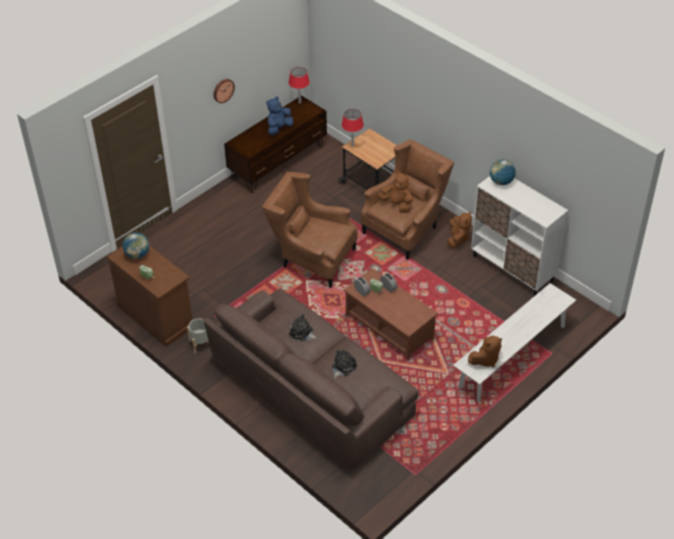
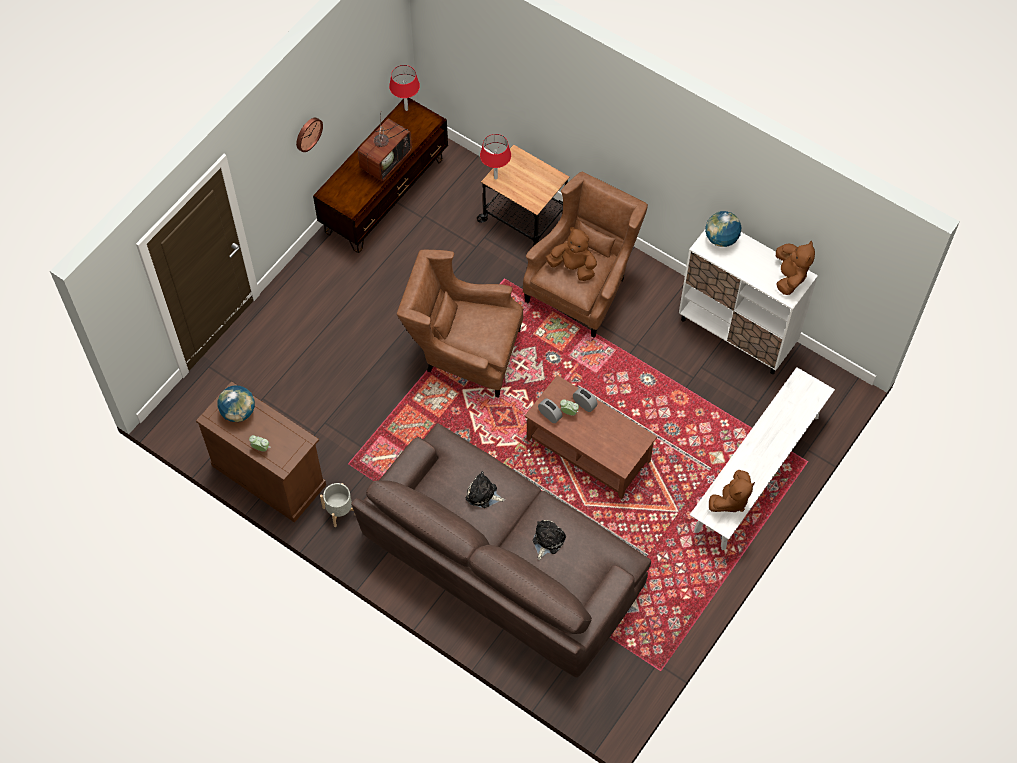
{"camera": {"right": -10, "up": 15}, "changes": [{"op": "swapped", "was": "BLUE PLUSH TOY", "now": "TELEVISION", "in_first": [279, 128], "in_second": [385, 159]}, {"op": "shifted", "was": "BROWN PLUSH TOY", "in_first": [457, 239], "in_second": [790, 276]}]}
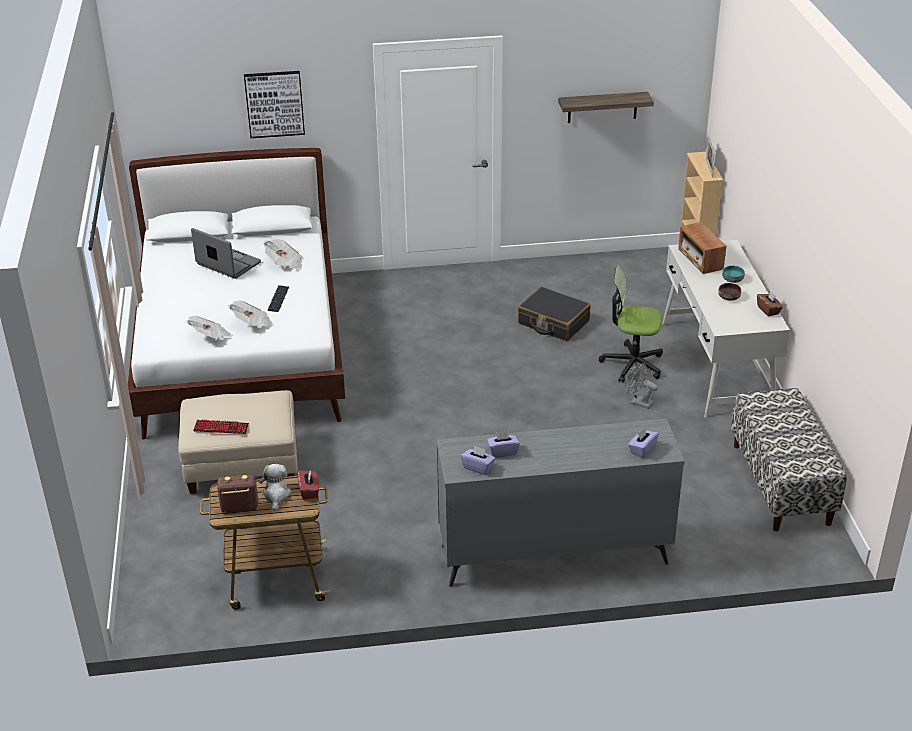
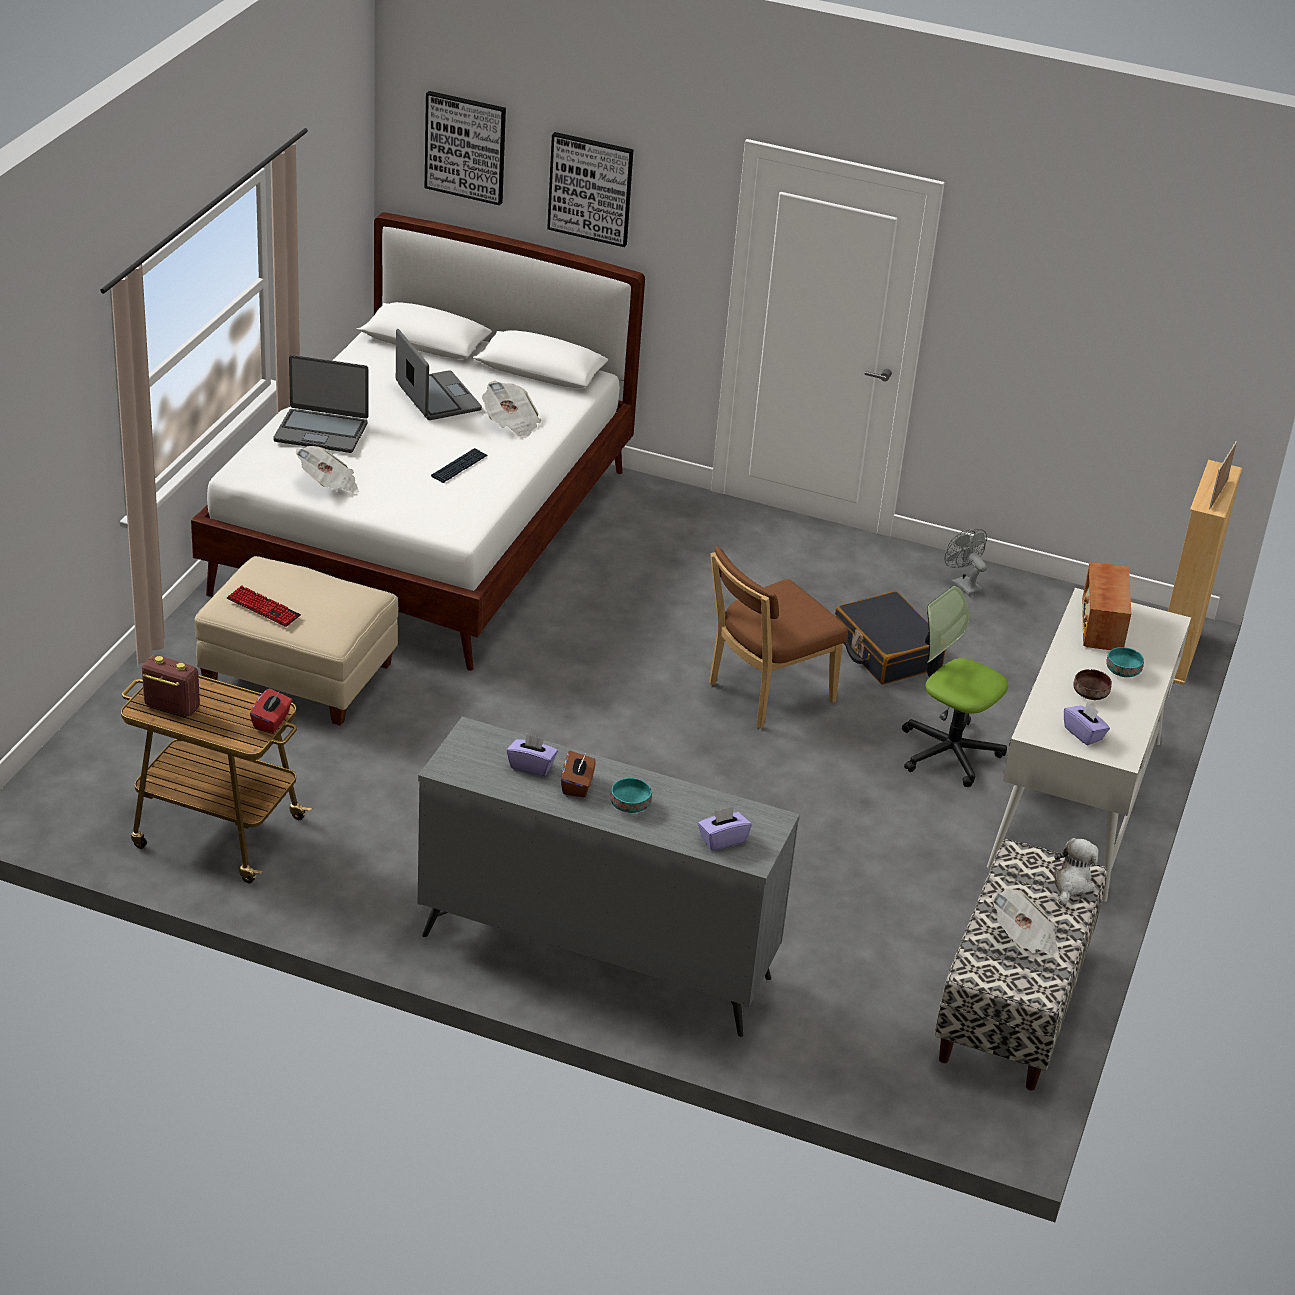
{"camera": {"right": 25, "up": 0}, "changes": [{"op": "shifted", "was": "NEWSPAPER", "in_first": [252, 324], "in_second": [1024, 939]}, {"op": "shifted", "was": "PLUSH TOY", "in_first": [276, 495], "in_second": [1071, 884]}, {"op": "shifted", "was": "PURPLE TISSUE BOX", "in_first": [478, 467], "in_second": [1083, 734]}, {"op": "gone", "was": "SHELF", "in_first": [602, 107]}, {"op": "shifted", "was": "GREY FAN", "in_first": [638, 402], "in_second": [963, 584]}, {"op": "shifted", "was": "BROWN TISSUE BOX", "in_first": [768, 310], "in_second": [577, 785]}, {"op": "new", "now": "LAPTOP", "in_second": [321, 431]}, {"op": "new", "now": "PICTURE", "in_second": [466, 147]}, {"op": "new", "now": "TURQUOISE BOWL", "in_second": [629, 804]}, {"op": "new", "now": "BROWN CHAIR", "in_second": [765, 694]}]}
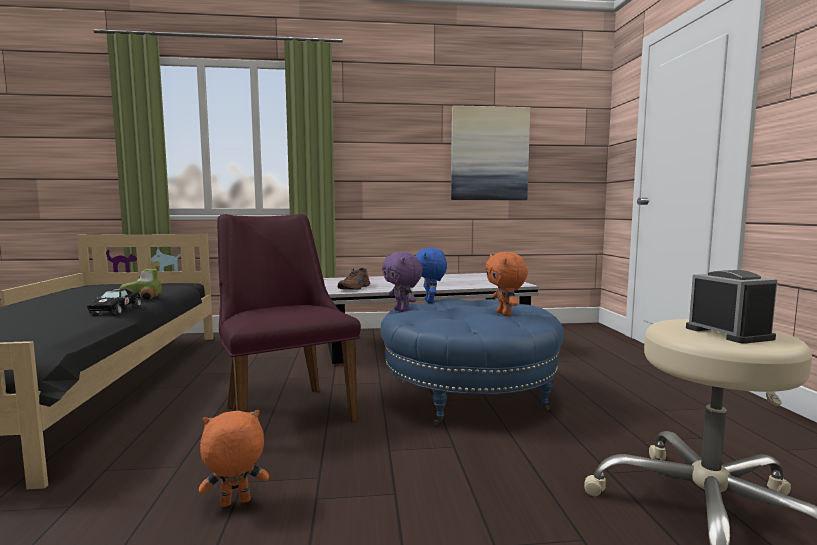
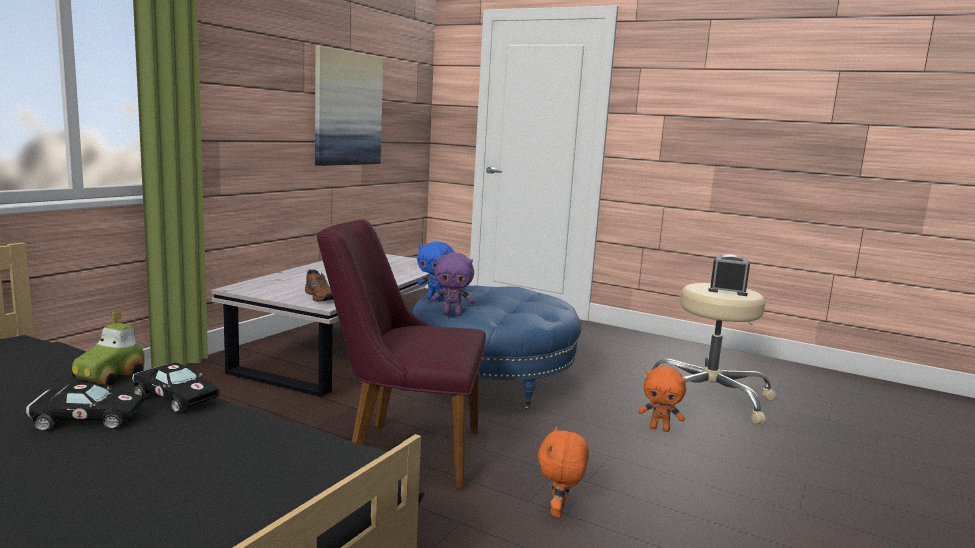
{"camera": {"right": -55, "up": 5}, "changes": [{"op": "shifted", "was": "ORANGE PLUSH TOY", "in_first": [505, 314], "in_second": [660, 429]}, {"op": "new", "now": "BLACK TOY CAR", "in_second": [84, 420]}]}
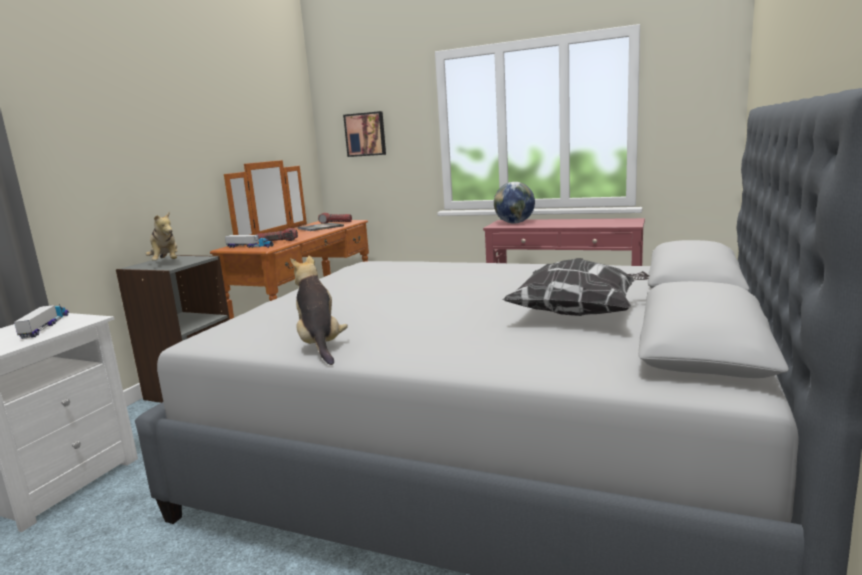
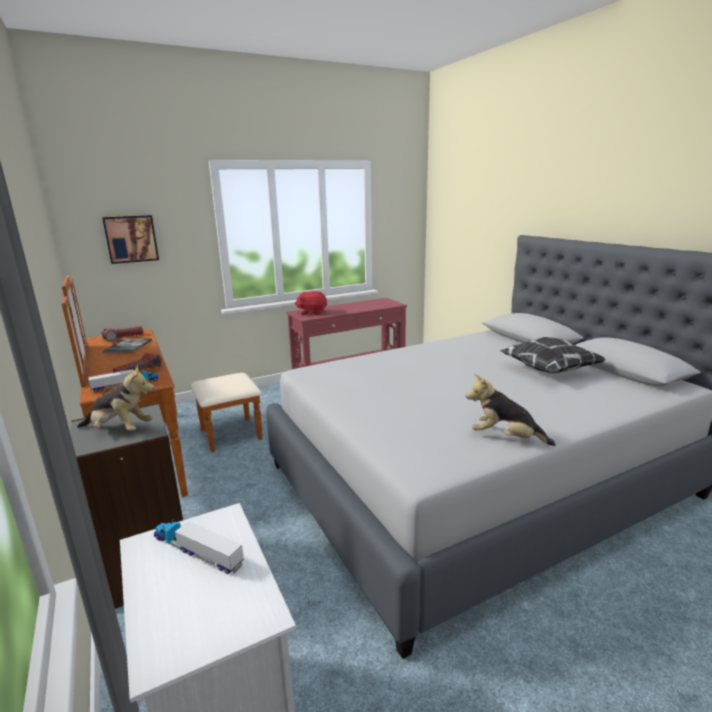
{"camera": {"right": -50, "up": 5}, "changes": [{"op": "swapped", "was": "GLOBE", "now": "RED PLUSH TOY", "in_first": [514, 223], "in_second": [312, 313]}]}
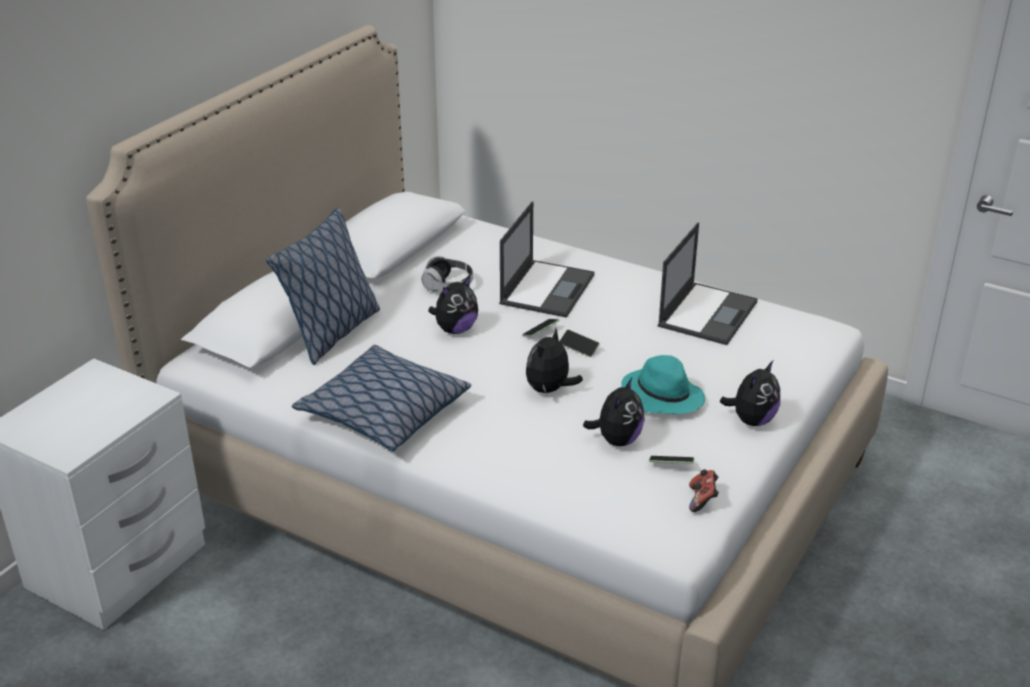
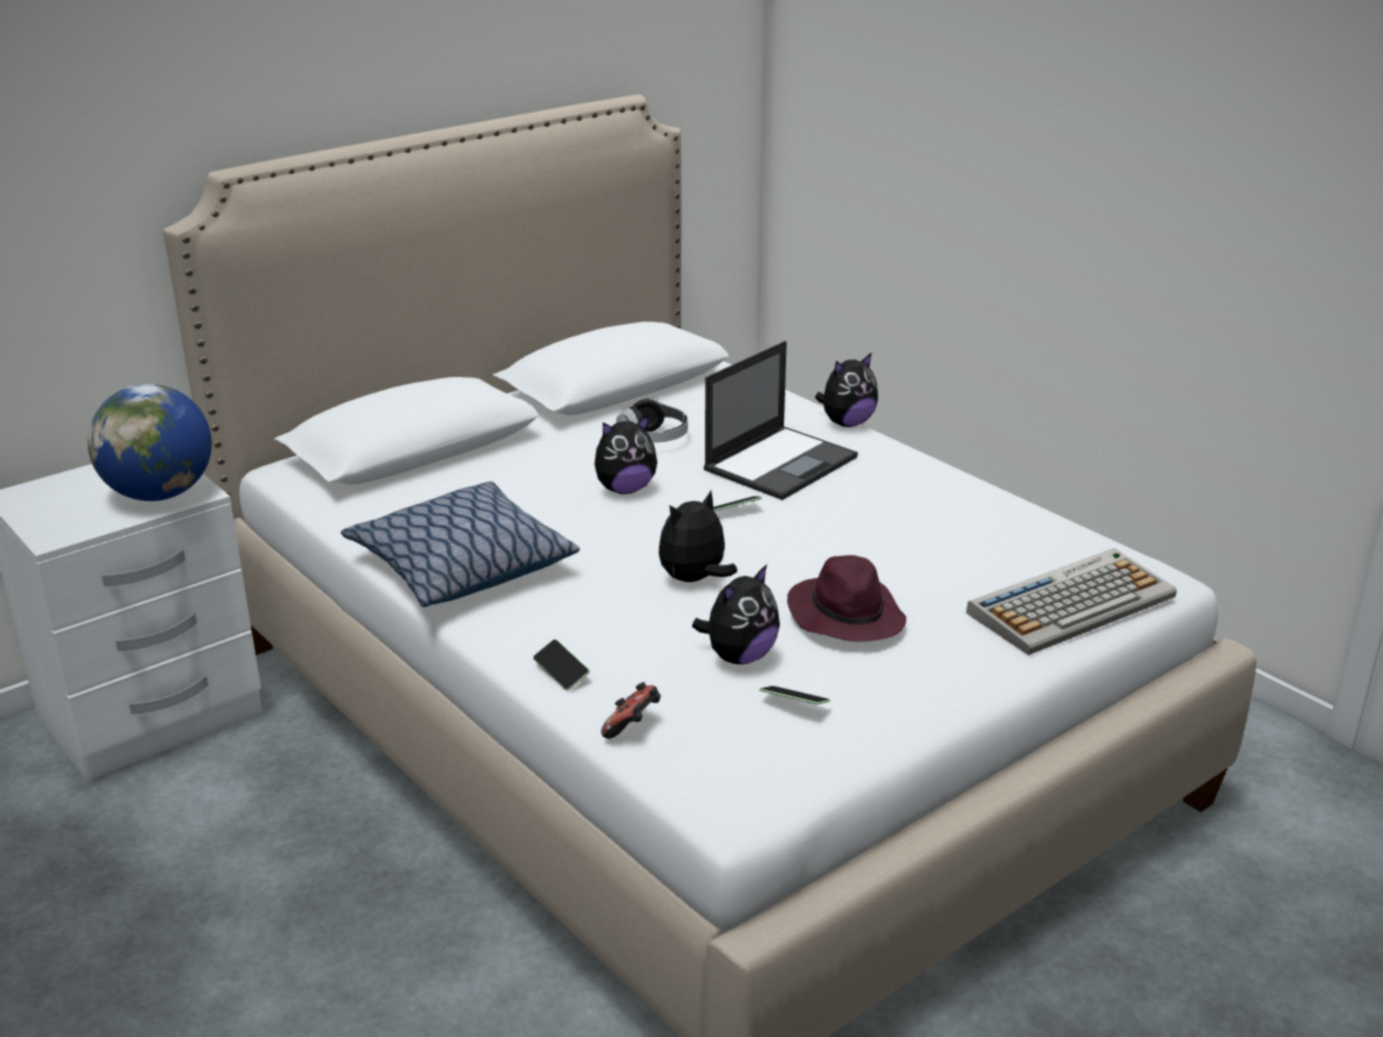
{"camera": {"right": 20, "up": -5}, "changes": [{"op": "gone", "was": "PILLOW", "in_first": [332, 333]}, {"op": "shifted", "was": "PHONE", "in_first": [579, 348], "in_second": [561, 672]}, {"op": "repainted", "was": "TURQUOISE HAT", "now": "PURPLE HAT", "in_first": [661, 395], "in_second": [845, 616]}, {"op": "gone", "was": "LAPTOP", "in_first": [707, 313]}, {"op": "shifted", "was": "GAME CONTROLLER", "in_first": [702, 500], "in_second": [633, 727]}, {"op": "shifted", "was": "PLUSH TOY", "in_first": [752, 420], "in_second": [846, 423]}, {"op": "new", "now": "GLOBE", "in_second": [160, 494]}, {"op": "new", "now": "KEYBOARD", "in_second": [1072, 603]}]}
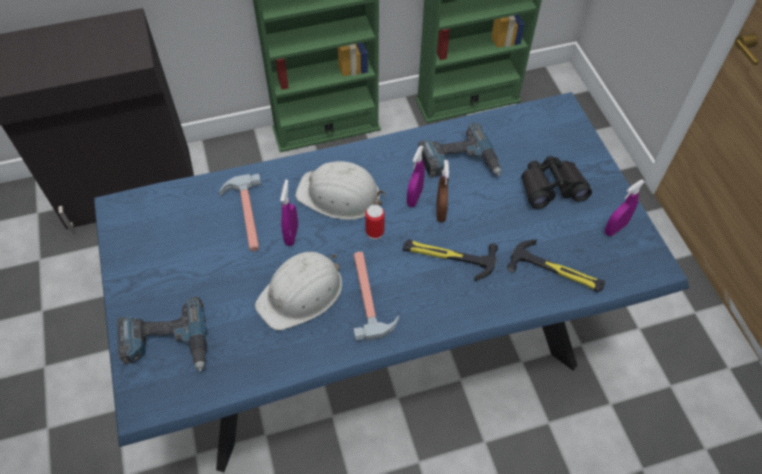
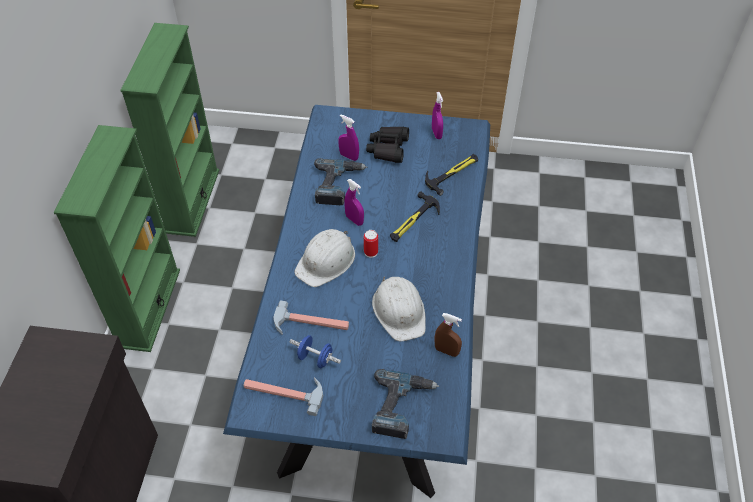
{"camera": {"right": -65, "up": -5}, "changes": [{"op": "shifted", "was": "PURPLE SPRAY BOTTLE", "in_first": [291, 235], "in_second": [349, 156]}, {"op": "shifted", "was": "HAMMER", "in_first": [370, 296], "in_second": [284, 391]}, {"op": "shifted", "was": "BROWN SPRAY BOTTLE", "in_first": [440, 212], "in_second": [446, 351]}, {"op": "new", "now": "BLUE DUMBBELL", "in_second": [315, 358]}]}
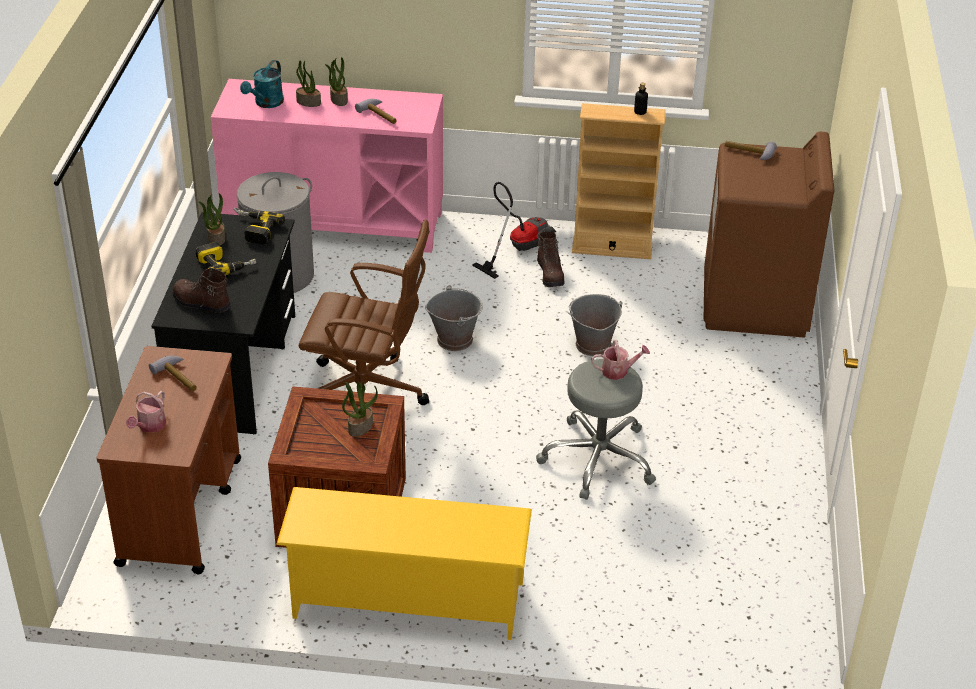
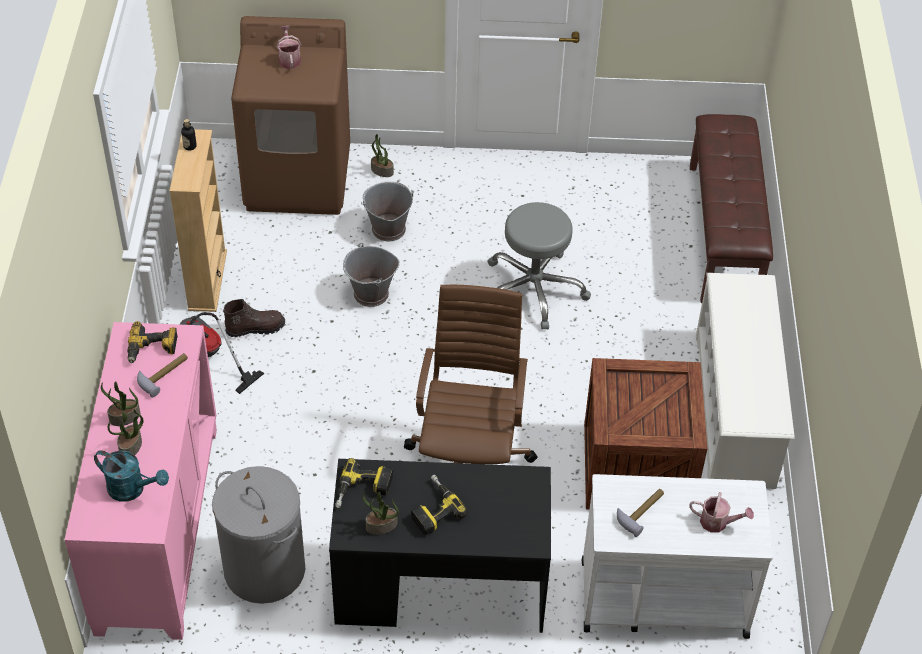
{"camera": {"right": -95, "up": 10}, "changes": [{"op": "repainted", "was": "BROWN CART", "now": "WHITE CART", "in_first": [181, 510], "in_second": [662, 598]}, {"op": "gone", "was": "BROWN BOOT", "in_first": [201, 303]}, {"op": "repainted", "was": "YELLOW SHOE RACK", "now": "WHITE SHOE RACK", "in_first": [406, 600], "in_second": [735, 411]}, {"op": "shifted", "was": "POTTED PLANT", "in_first": [360, 426], "in_second": [381, 171]}, {"op": "shifted", "was": "GREY BUCKET", "in_first": [455, 339], "in_second": [388, 229]}, {"op": "shifted", "was": "WATERING CAN", "in_first": [618, 371], "in_second": [289, 59]}, {"op": "gone", "was": "HAMMER", "in_first": [749, 153]}, {"op": "new", "now": "POWER DRILL", "in_second": [152, 349]}, {"op": "new", "now": "BROWN BENCH", "in_second": [724, 233]}]}
